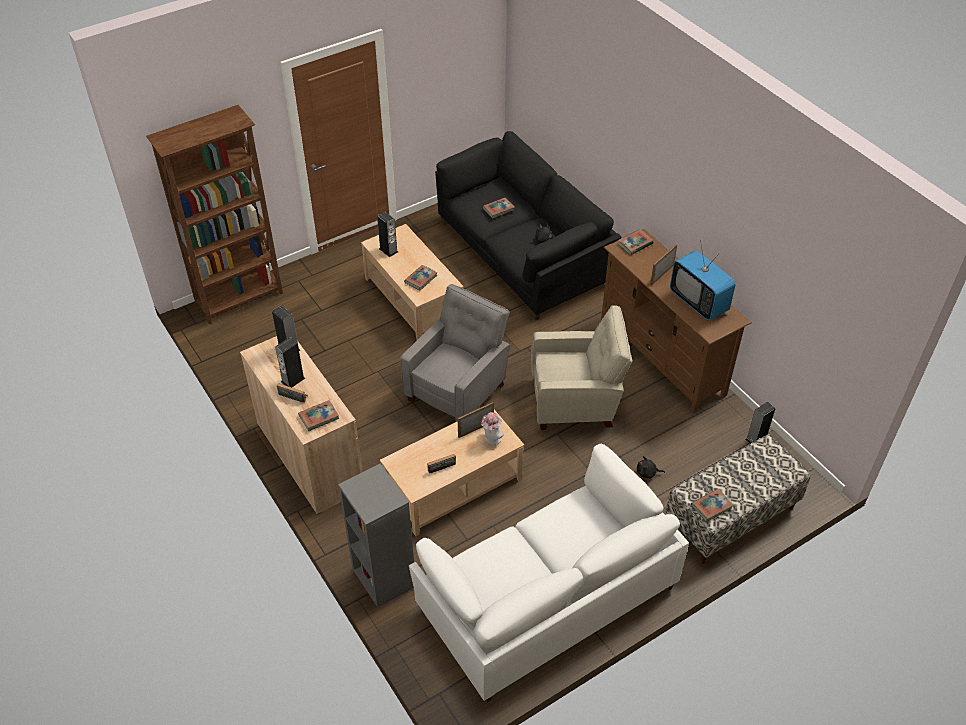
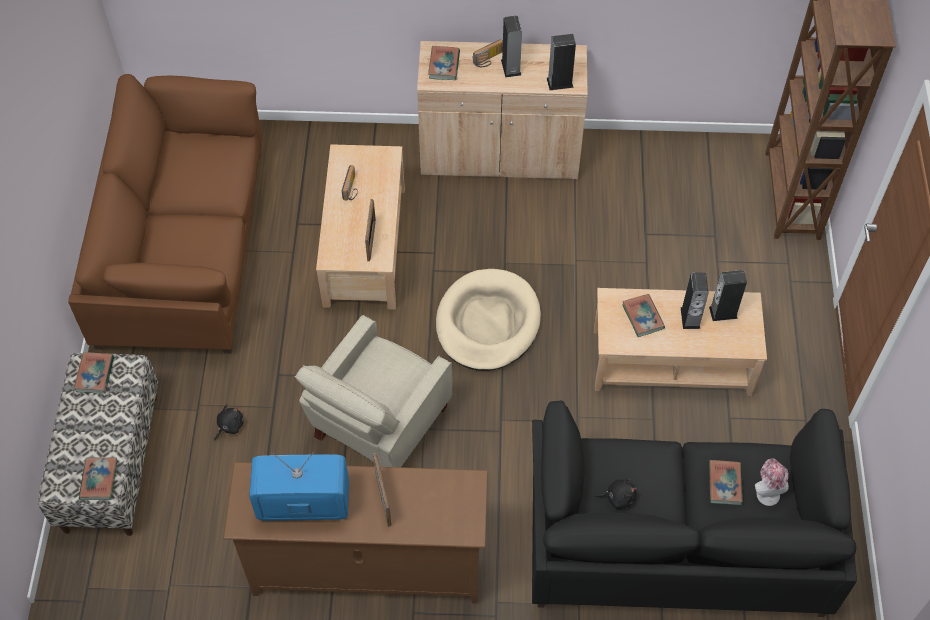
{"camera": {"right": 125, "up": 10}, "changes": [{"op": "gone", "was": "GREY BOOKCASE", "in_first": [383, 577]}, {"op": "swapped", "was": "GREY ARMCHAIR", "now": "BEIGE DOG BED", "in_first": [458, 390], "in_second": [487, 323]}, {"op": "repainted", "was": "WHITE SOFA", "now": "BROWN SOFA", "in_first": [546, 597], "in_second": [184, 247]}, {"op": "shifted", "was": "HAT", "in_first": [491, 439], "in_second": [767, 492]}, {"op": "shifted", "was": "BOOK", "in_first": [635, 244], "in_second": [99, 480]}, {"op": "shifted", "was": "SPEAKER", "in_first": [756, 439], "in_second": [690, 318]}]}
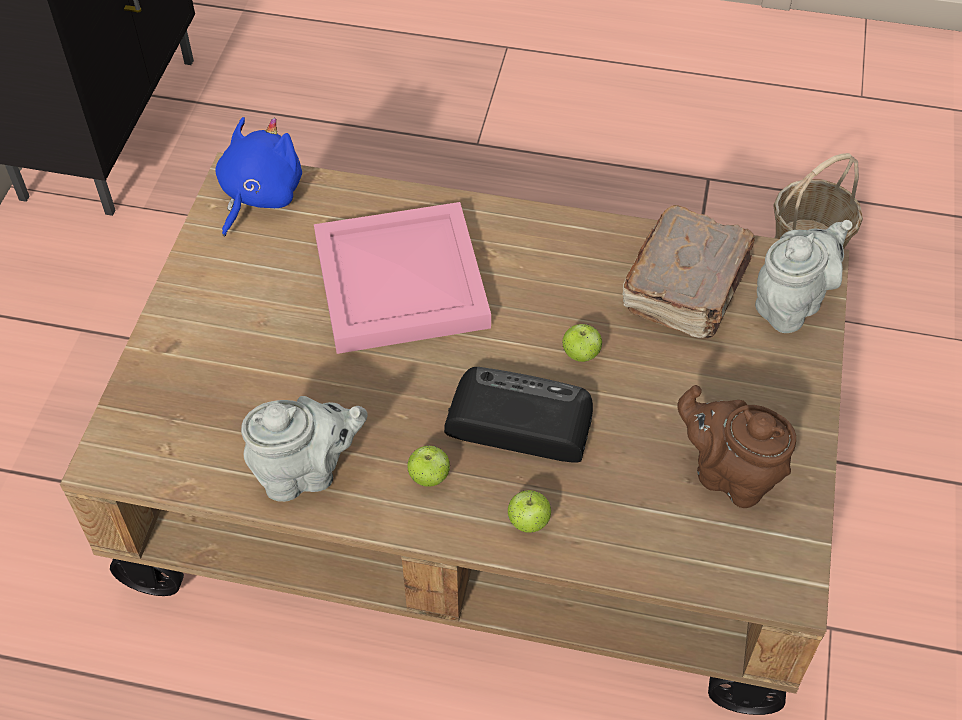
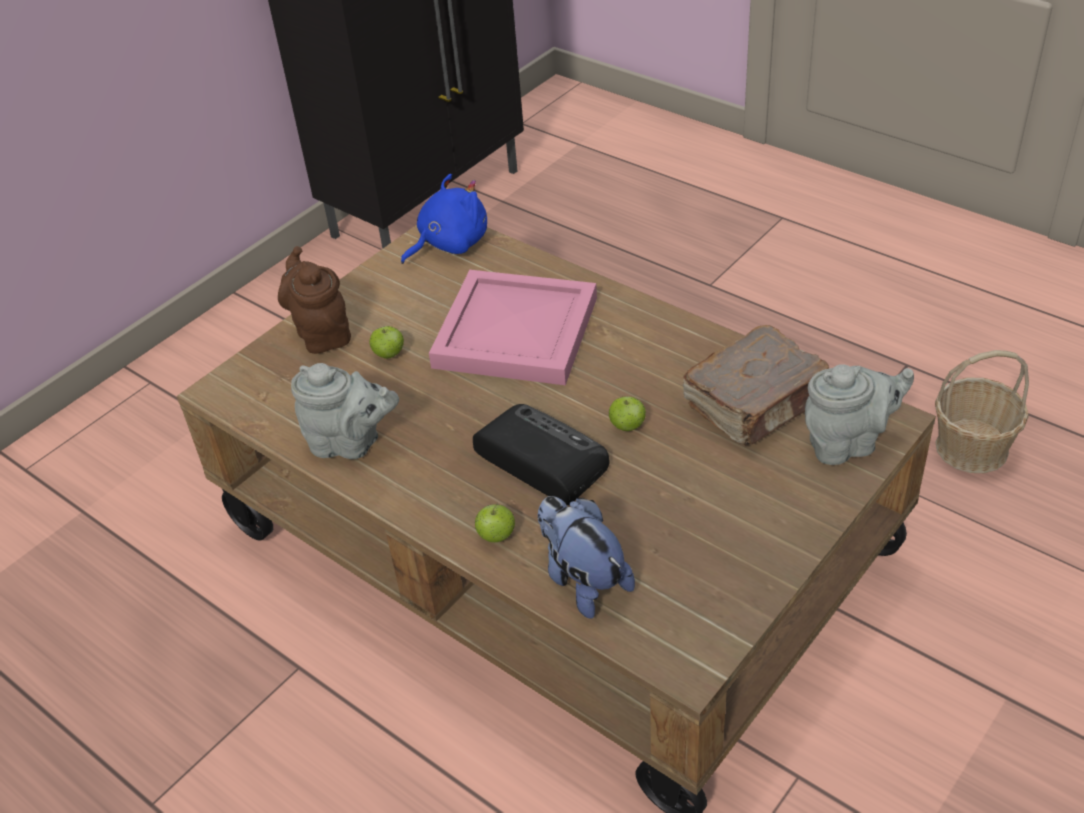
{"camera": {"right": 30, "up": -10}, "changes": [{"op": "shifted", "was": "APPLE", "in_first": [429, 477], "in_second": [389, 354]}, {"op": "shifted", "was": "BROWN TEAPOT", "in_first": [729, 475], "in_second": [322, 333]}, {"op": "new", "now": "PLUSH TOY", "in_second": [582, 580]}]}
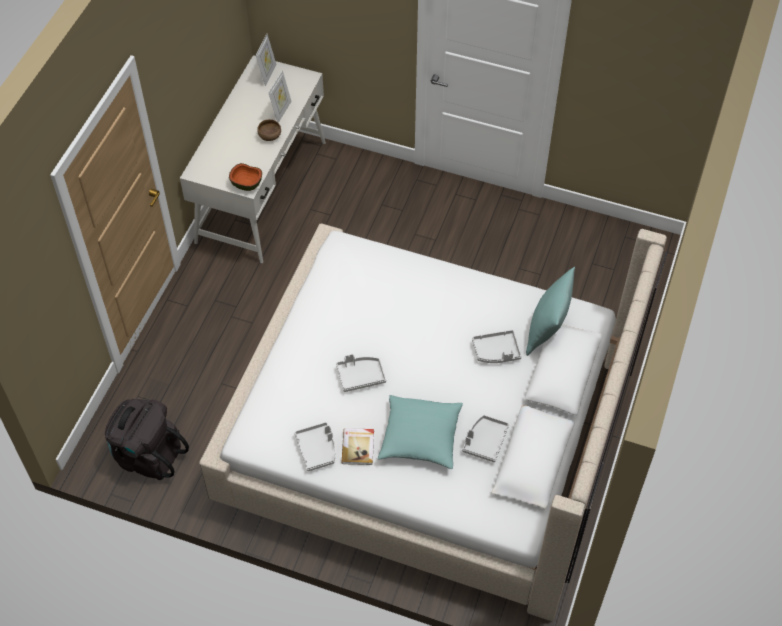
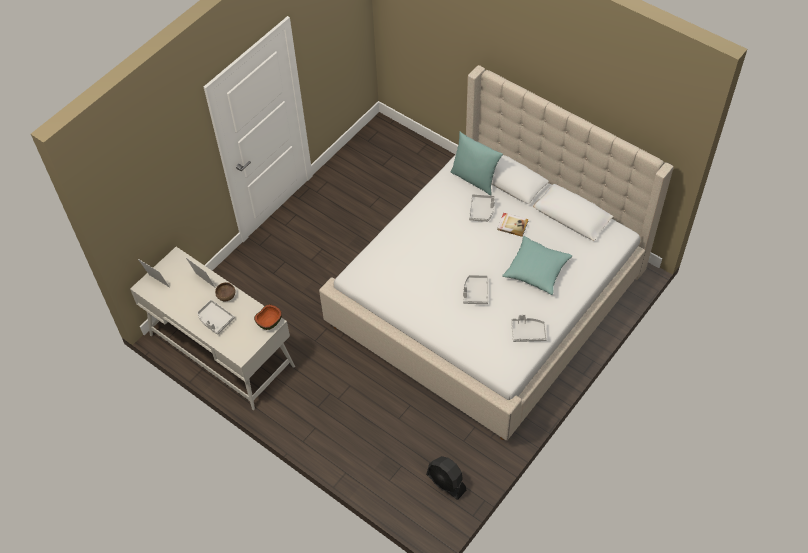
{"camera": {"right": -70, "up": 0}, "changes": [{"op": "swapped", "was": "BLACK BACKPACK", "now": "BLACK FAN", "in_first": [147, 455], "in_second": [446, 483]}, {"op": "shifted", "was": "BOOK", "in_first": [358, 447], "in_second": [512, 225]}, {"op": "shifted", "was": "GREY TRAY", "in_first": [485, 441], "in_second": [215, 320]}]}
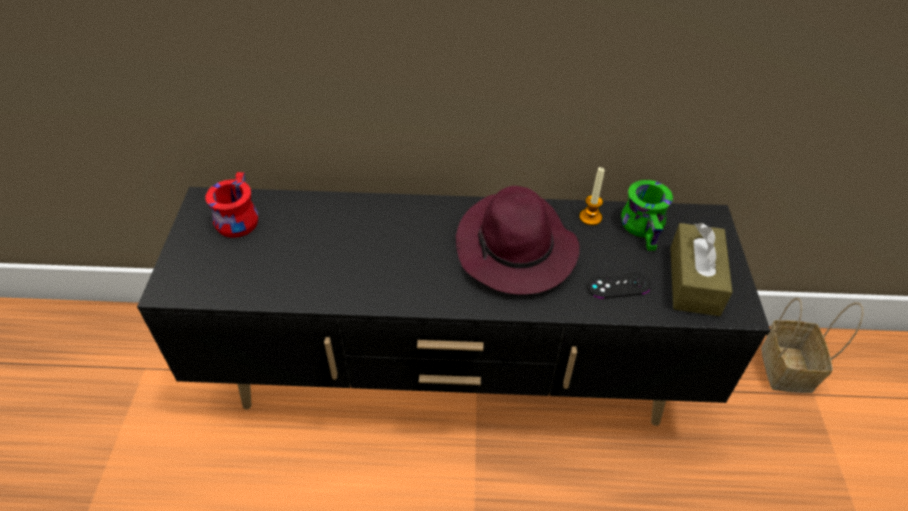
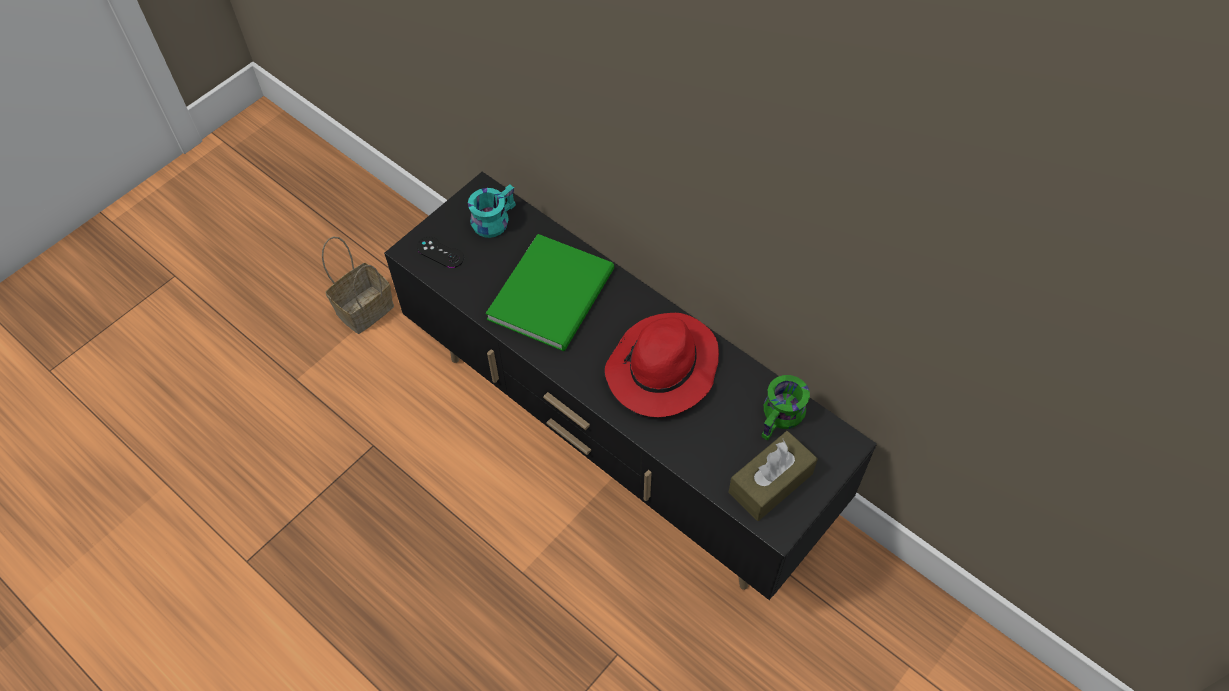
{"camera": {"right": 40, "up": 10}, "changes": [{"op": "repainted", "was": "RED MUG", "now": "TURQUOISE MUG", "in_first": [235, 217], "in_second": [492, 218]}, {"op": "repainted", "was": "PURPLE HAT", "now": "RED HAT", "in_first": [516, 249], "in_second": [662, 370]}, {"op": "gone", "was": "CANDLE", "in_first": [590, 217]}, {"op": "shifted", "was": "BLACK GAME CONTROLLER", "in_first": [618, 285], "in_second": [440, 252]}, {"op": "shifted", "was": "BASKET", "in_first": [788, 370], "in_second": [364, 311]}, {"op": "new", "now": "GREEN BOOK", "in_second": [555, 292]}]}
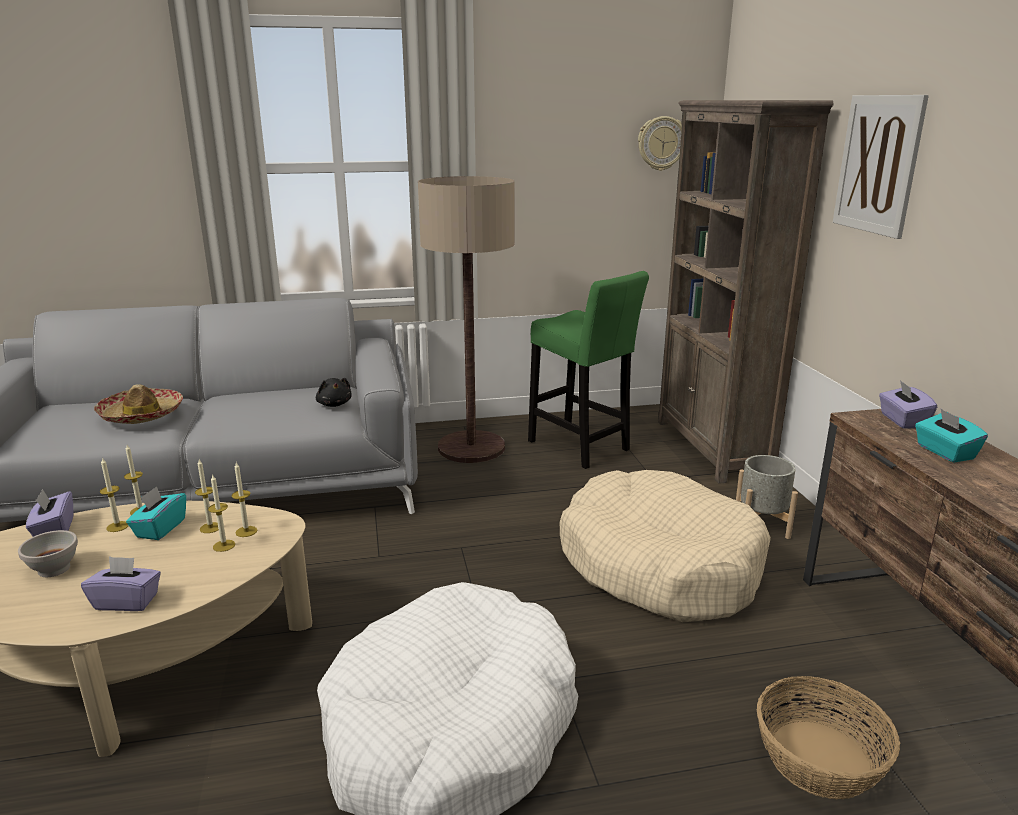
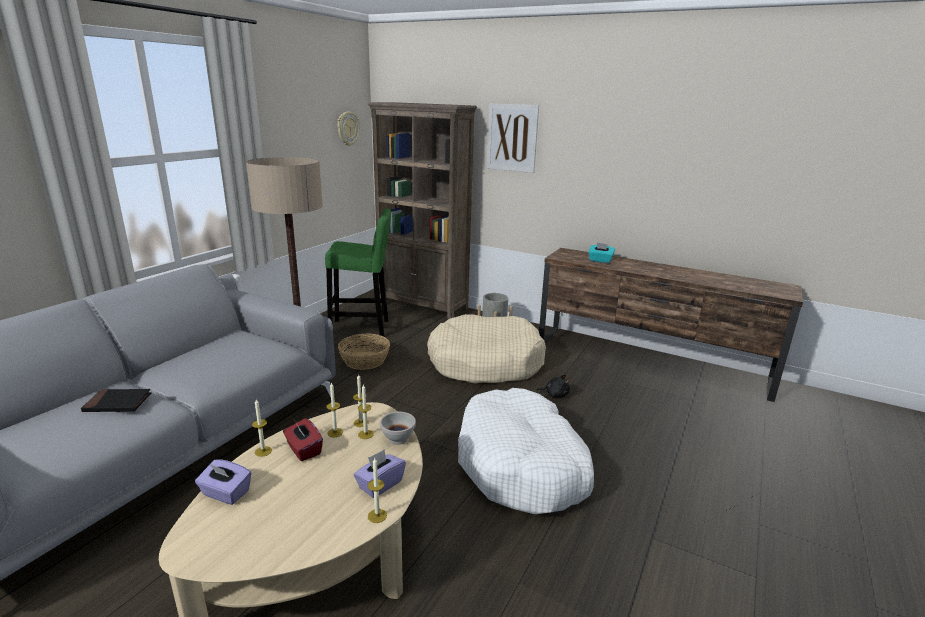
{"camera": {"right": -50, "up": 0}, "changes": [{"op": "shifted", "was": "WHITE BOWL", "in_first": [55, 569], "in_second": [398, 438]}, {"op": "swapped", "was": "HAT", "now": "BLACK BOOK", "in_first": [142, 414], "in_second": [118, 403]}, {"op": "shifted", "was": "CANDLE", "in_first": [117, 526], "in_second": [377, 516]}, {"op": "repainted", "was": "TURQUOISE TISSUE BOX", "now": "RED TISSUE BOX", "in_first": [160, 528], "in_second": [303, 450]}, {"op": "shifted", "was": "BLACK PLUSH TOY", "in_first": [334, 404], "in_second": [555, 394]}, {"op": "shifted", "was": "BASKET", "in_first": [820, 759], "in_second": [365, 361]}, {"op": "gone", "was": "PURPLE TISSUE BOX", "in_first": [902, 421]}]}
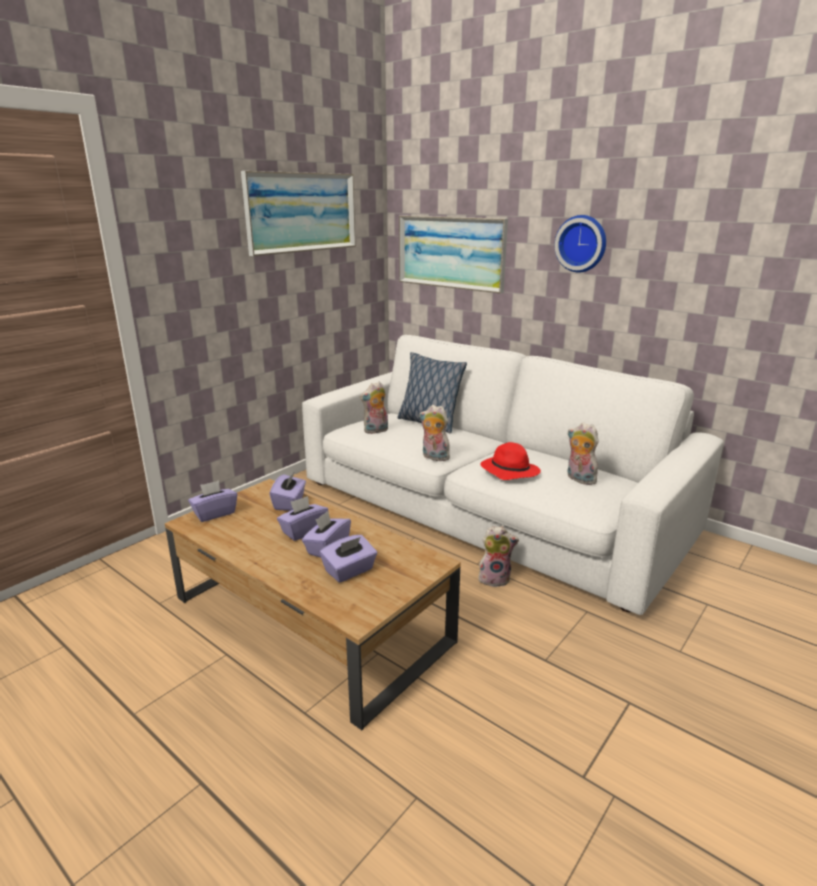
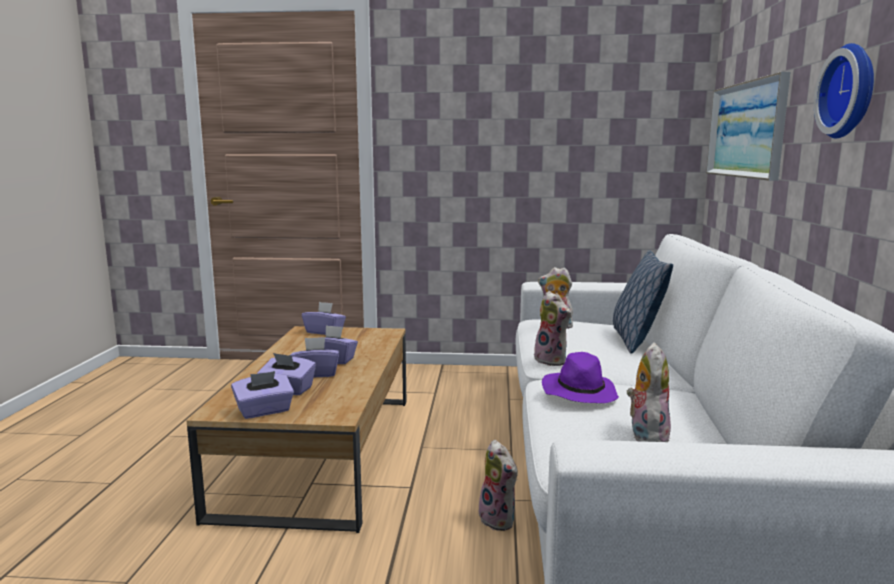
{"camera": {"right": 55, "up": -10}, "changes": [{"op": "gone", "was": "PICTURE", "in_first": [302, 212]}, {"op": "shifted", "was": "PURPLE TISSUE BOX", "in_first": [289, 503], "in_second": [264, 411]}, {"op": "rotated", "was": "PLUSH TOY", "in_first": [434, 457], "in_second": [552, 360], "clockwise": 150}, {"op": "repainted", "was": "RED HAT", "now": "PURPLE HAT", "in_first": [509, 471], "in_second": [579, 393]}]}
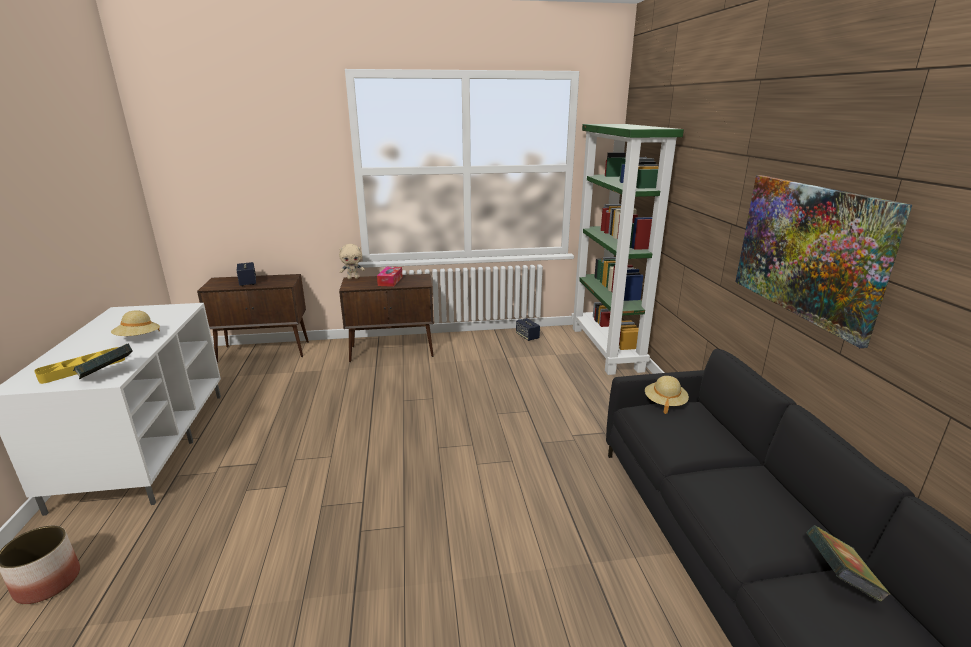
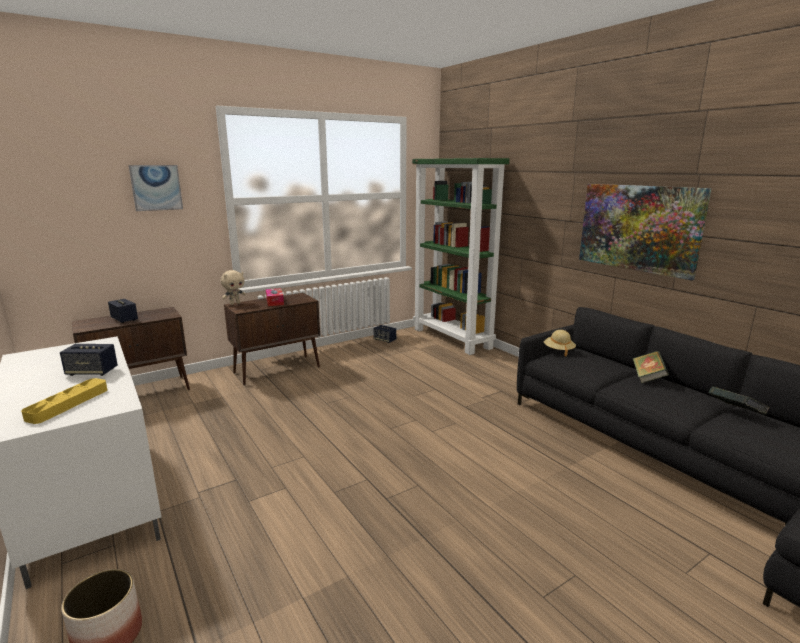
{"camera": {"right": -25, "up": -5}, "changes": [{"op": "shifted", "was": "BOOK", "in_first": [107, 375], "in_second": [648, 377]}, {"op": "swapped", "was": "BEIGE HAT", "now": "SPEAKER", "in_first": [138, 338], "in_second": [92, 372]}, {"op": "new", "now": "PICTURE", "in_second": [156, 187]}]}
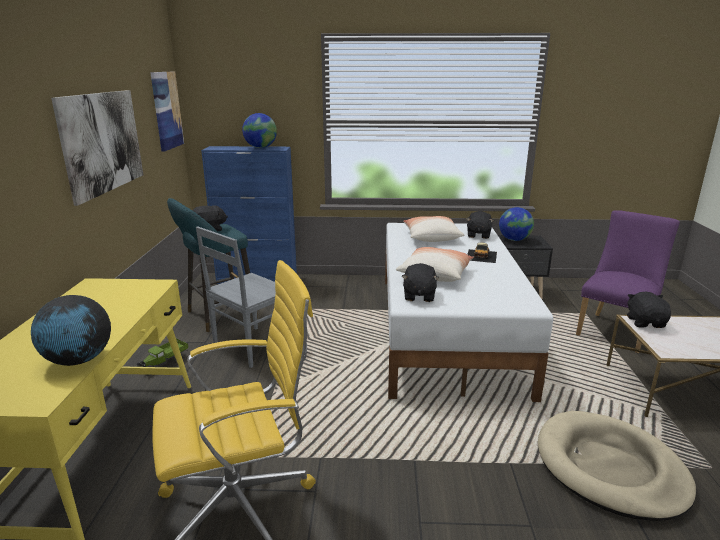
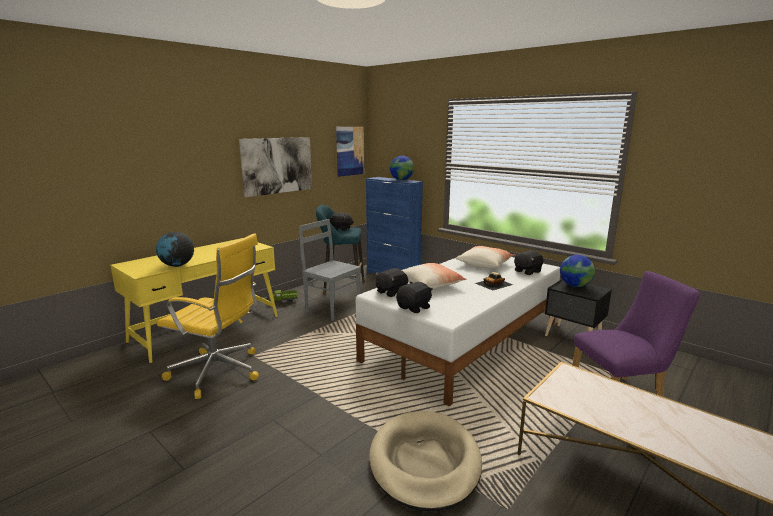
{"camera": {"right": 40, "up": -5}, "changes": [{"op": "rotated", "was": "GREY CHAIR", "in_first": [251, 347], "in_second": [332, 309], "clockwise": 45}, {"op": "shifted", "was": "BLACK PLUSH TOY", "in_first": [645, 322], "in_second": [414, 308]}]}
